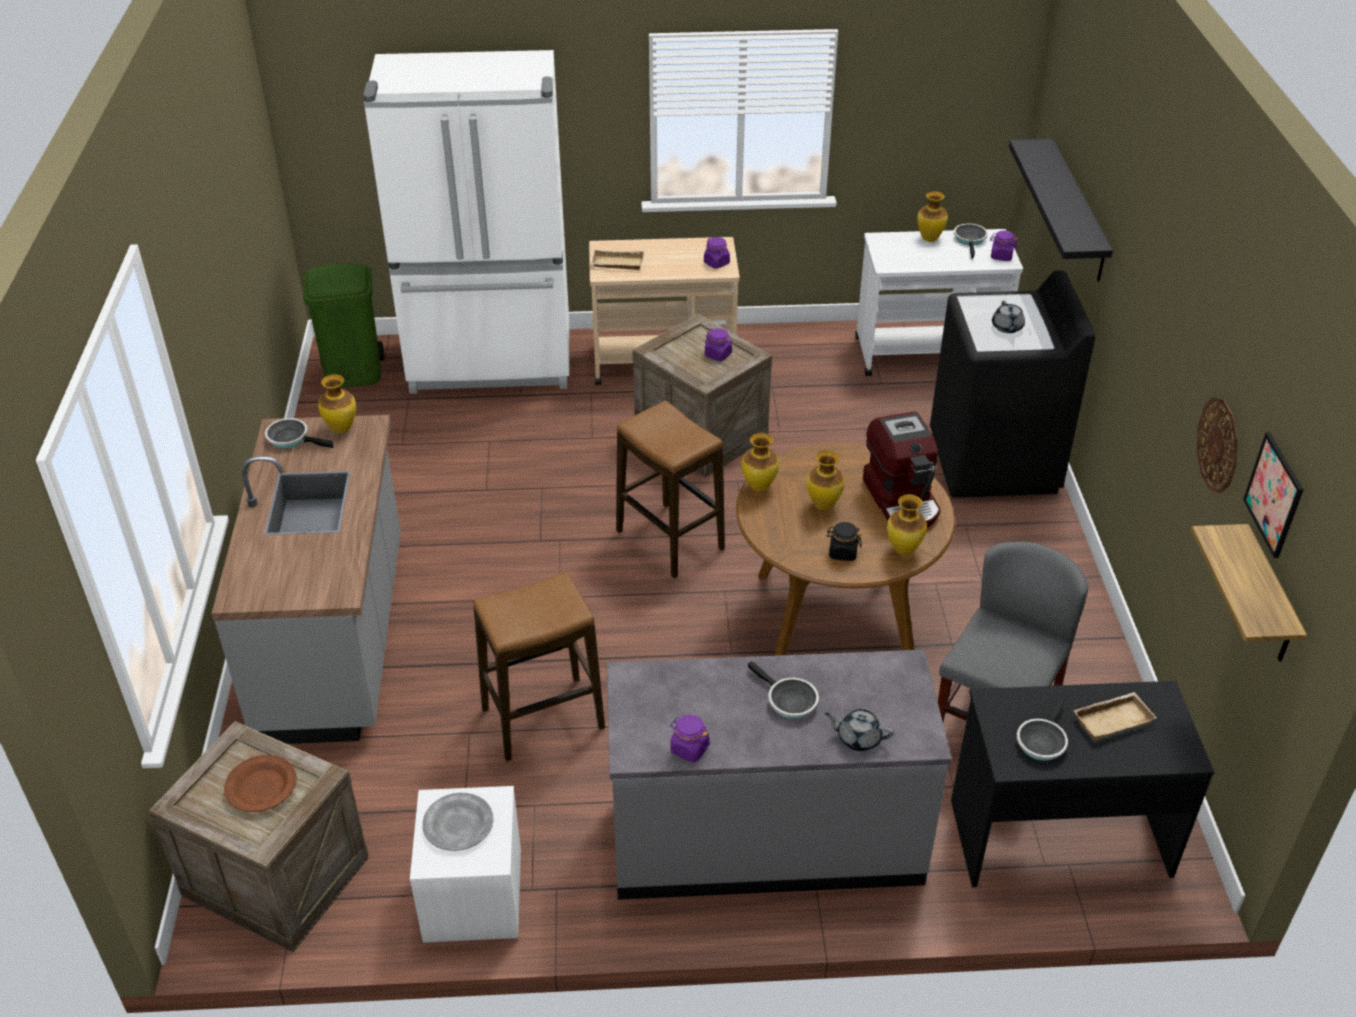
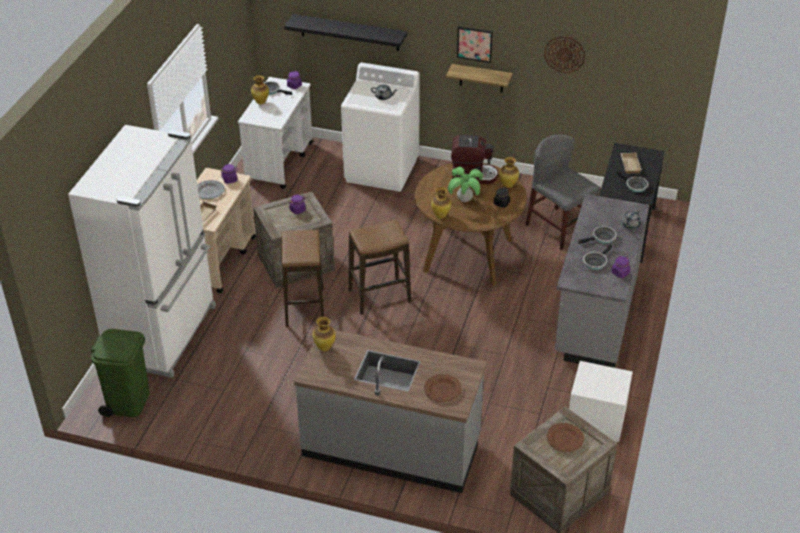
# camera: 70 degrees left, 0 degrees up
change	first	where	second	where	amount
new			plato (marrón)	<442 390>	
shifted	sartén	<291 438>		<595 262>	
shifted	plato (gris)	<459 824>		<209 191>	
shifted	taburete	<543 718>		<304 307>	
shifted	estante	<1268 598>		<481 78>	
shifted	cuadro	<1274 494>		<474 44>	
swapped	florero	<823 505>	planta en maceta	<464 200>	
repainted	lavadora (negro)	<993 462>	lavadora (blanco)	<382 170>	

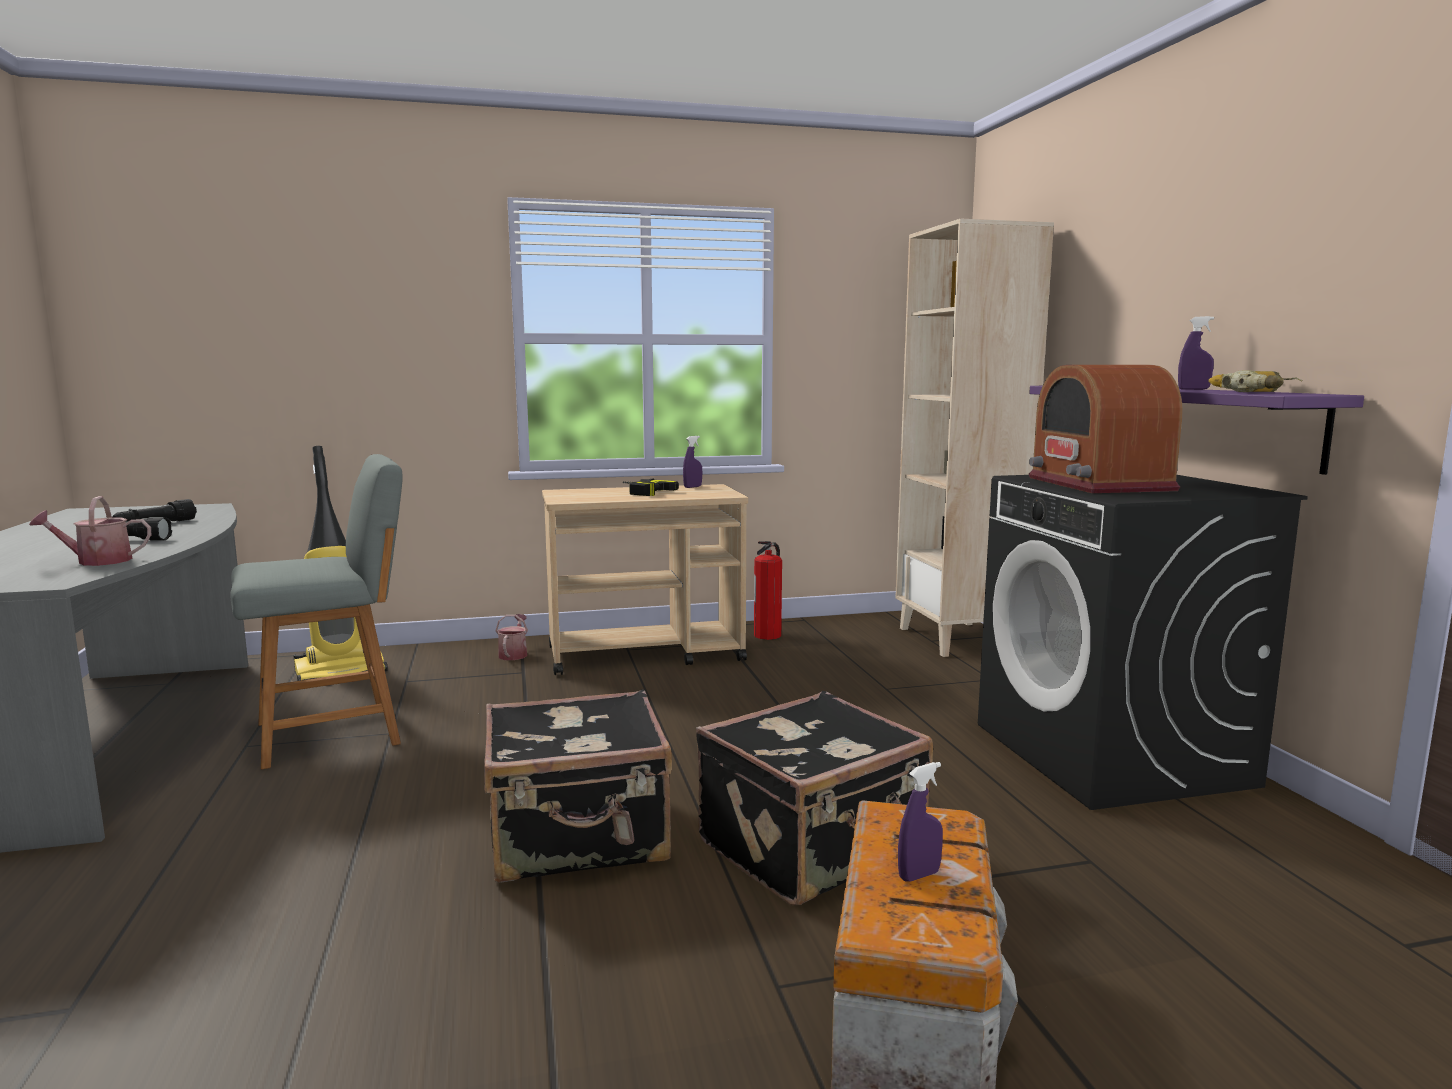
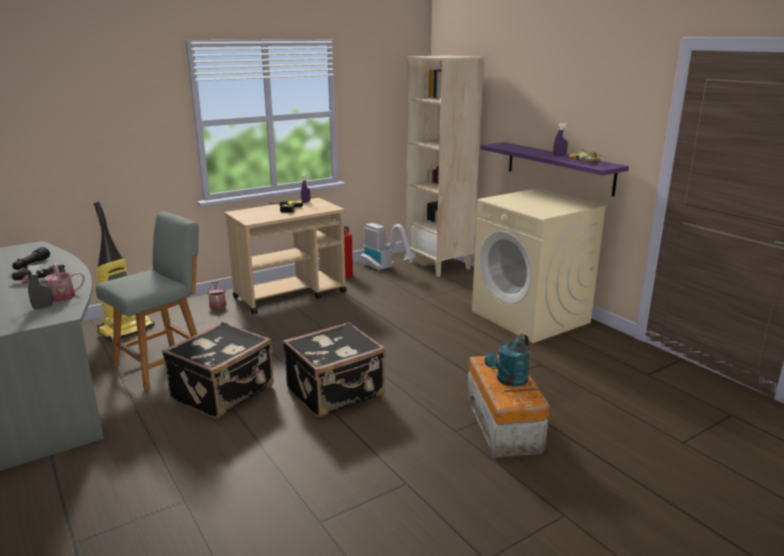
# camera: 20 degrees left, 10 degrees up
change	first	where	second	where	amount
gone	radio	<1098 484>			
new			pulverizador (gris)	<43 307>	
new			aspiradora	<385 269>	
shifted	maleta (negro)	<814 848>		<224 393>	
swapped	pulverizador (morado)	<919 875>	regadera (turquesa)	<509 381>	
repainted	lavadora (negro)	<1112 754>	lavadora (beis)	<531 317>	

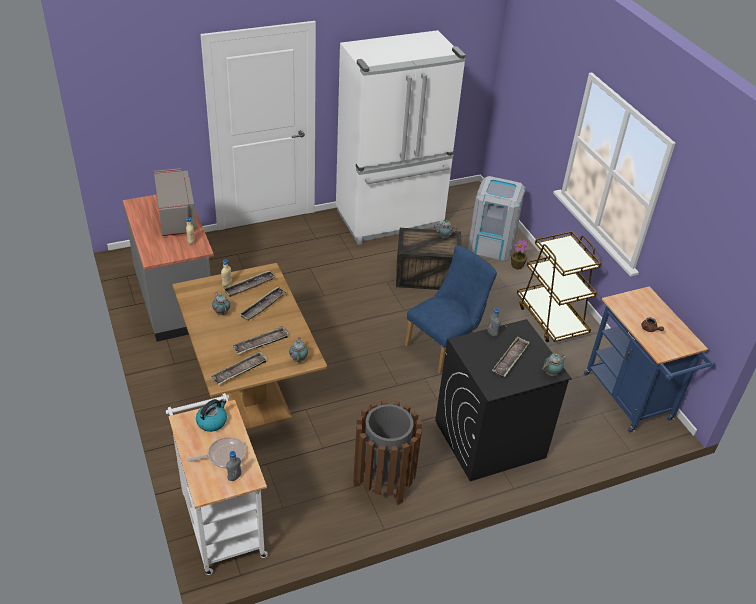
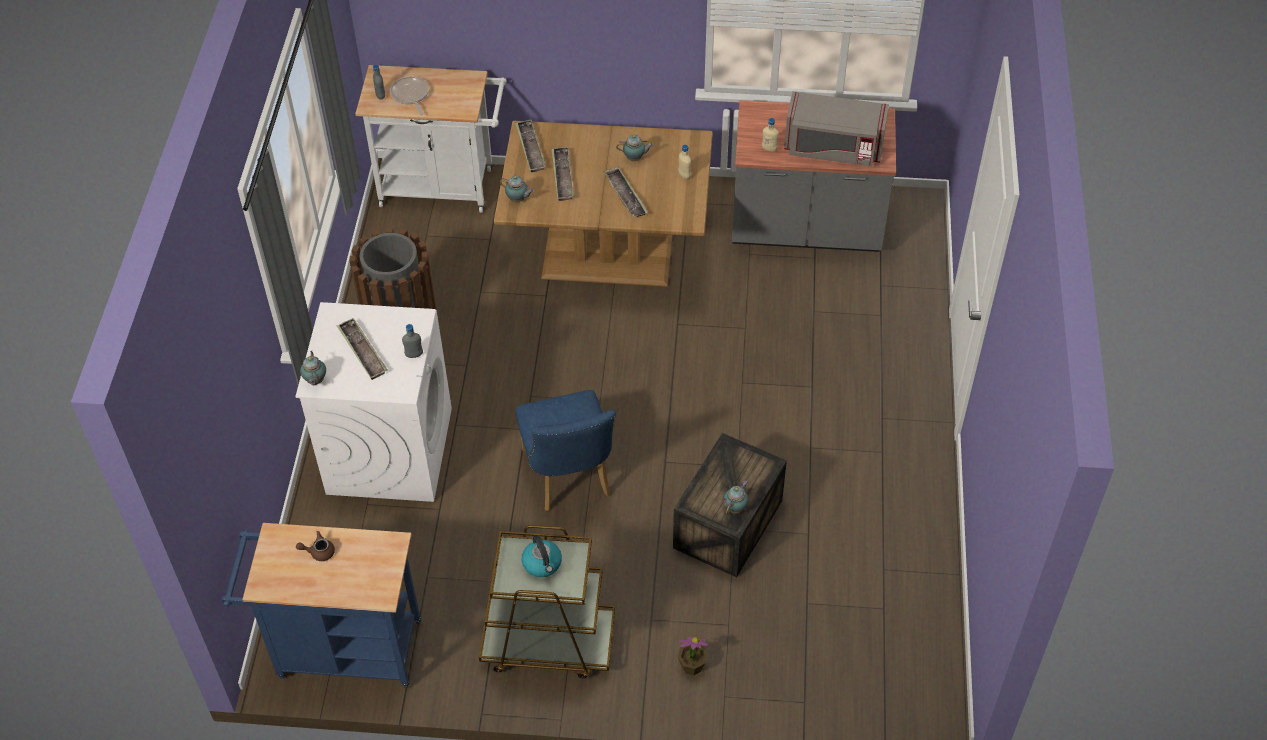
# camera: 120 degrees right, 10 degrees up
change	first	where	second	where	amount
gone	bandeja	<249 286>			
gone	nevera (blanco)	<391 220>			
gone	papelera (gris)	<491 244>			
shifted	hervidor	<212 421>		<542 564>	
repainted	lavadora (negro)	<489 439>	lavadora (blanco)	<389 450>	
rotated	sartén	<224 455>		<410 95>	150 degrees clockwise

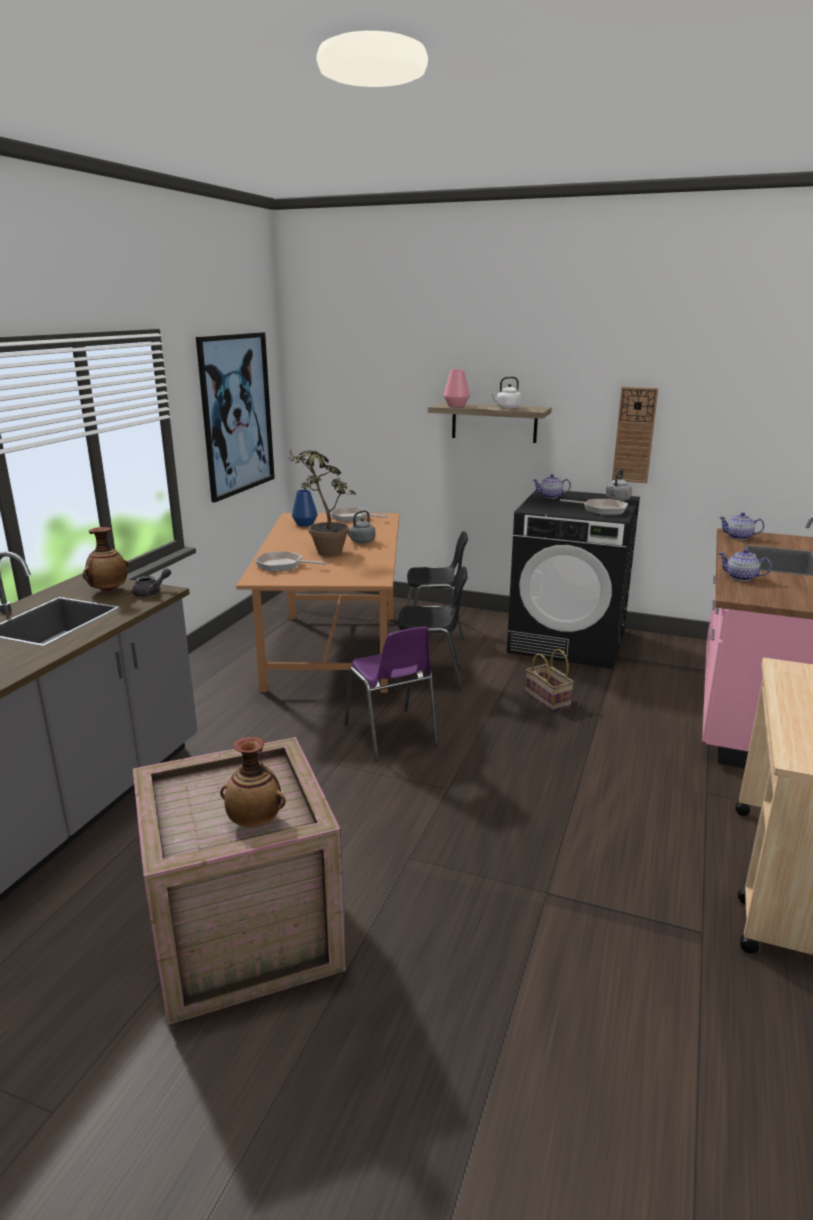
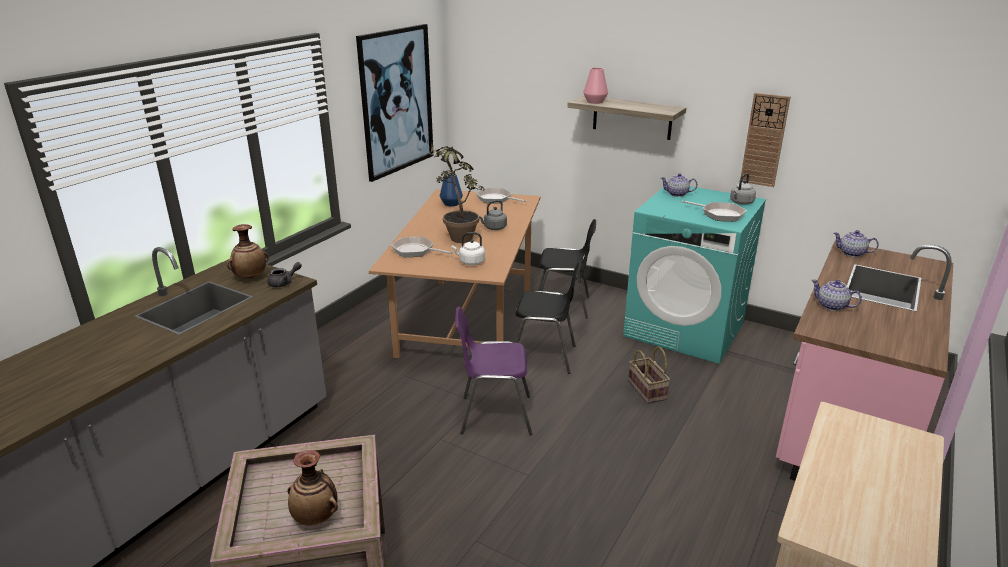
# camera: 10 degrees right, 5 degrees up
change	first	where	second	where	amount
shifted	hervidor (blanco)	<507 408>		<470 262>	
repainted	lavadora (negro)	<568 641>	lavadora (turquesa)	<685 329>	
rotated	silla (morado)	<391 736>		<494 415>	105 degrees clockwise

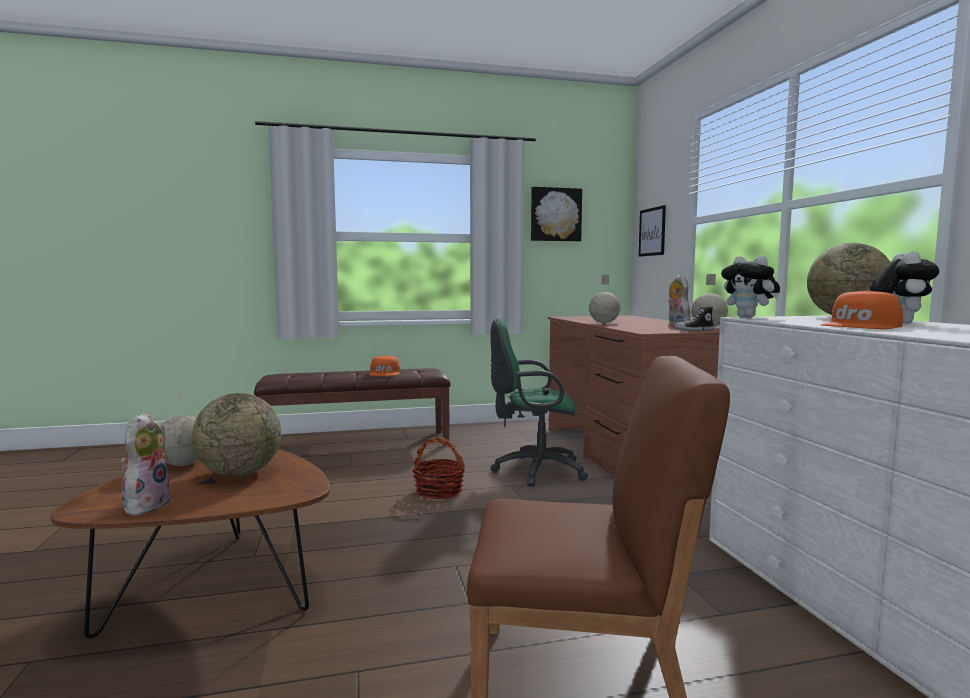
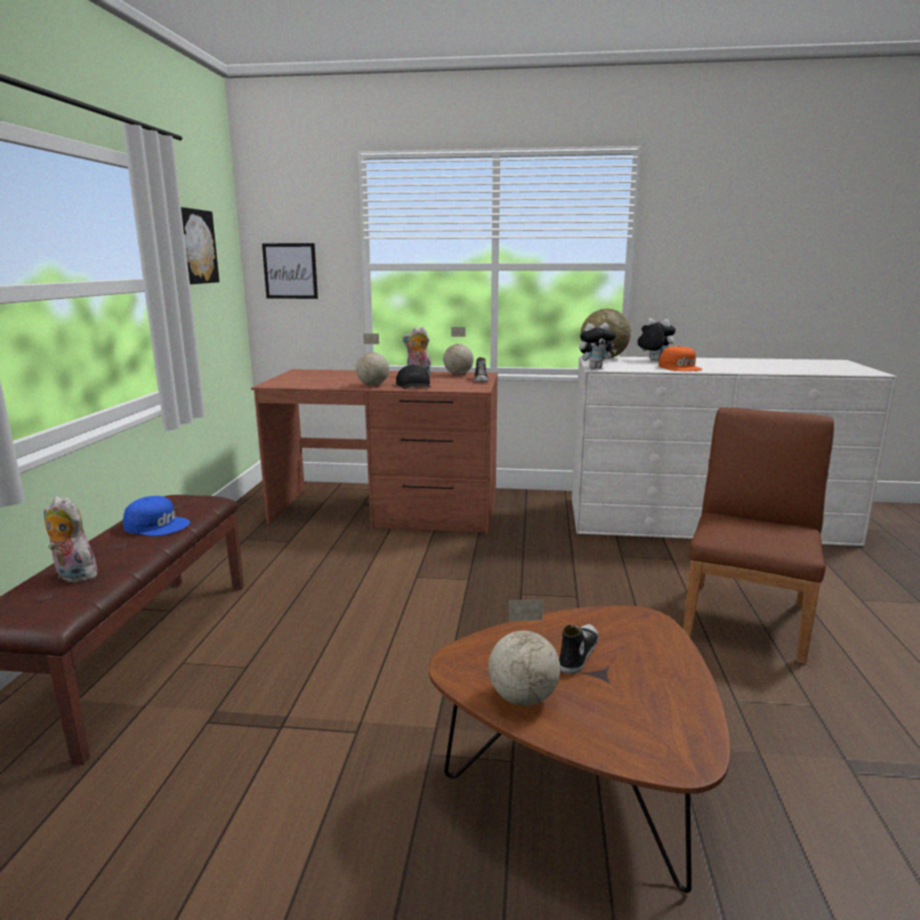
# camera: 70 degrees left, 10 degrees up
change	first	where	second	where	amount
gone	cesta	<439 491>			
gone	silla de oficina (verde)	<534 471>			
new			gorra (negro)	<414 385>	
shifted	peluche	<146 505>		<73 576>	
swapped	globo terráqueo	<239 473>	zapato	<577 654>	
repainted	gorra (naranja)	<385 373>	gorra (azul)	<157 525>	

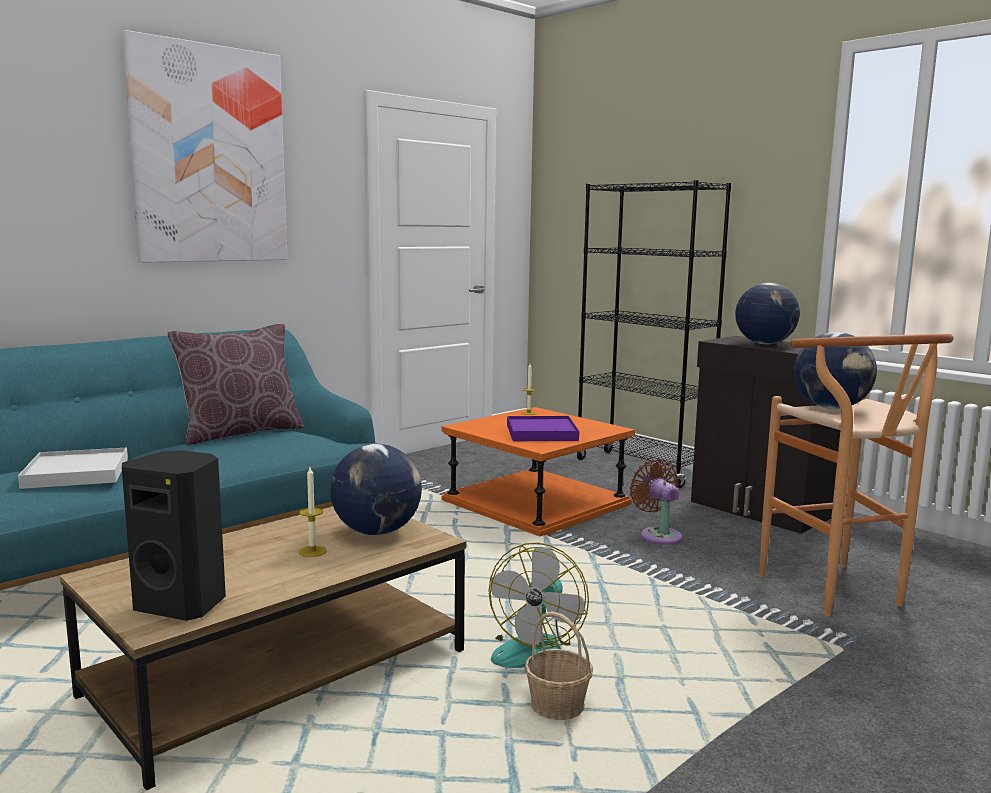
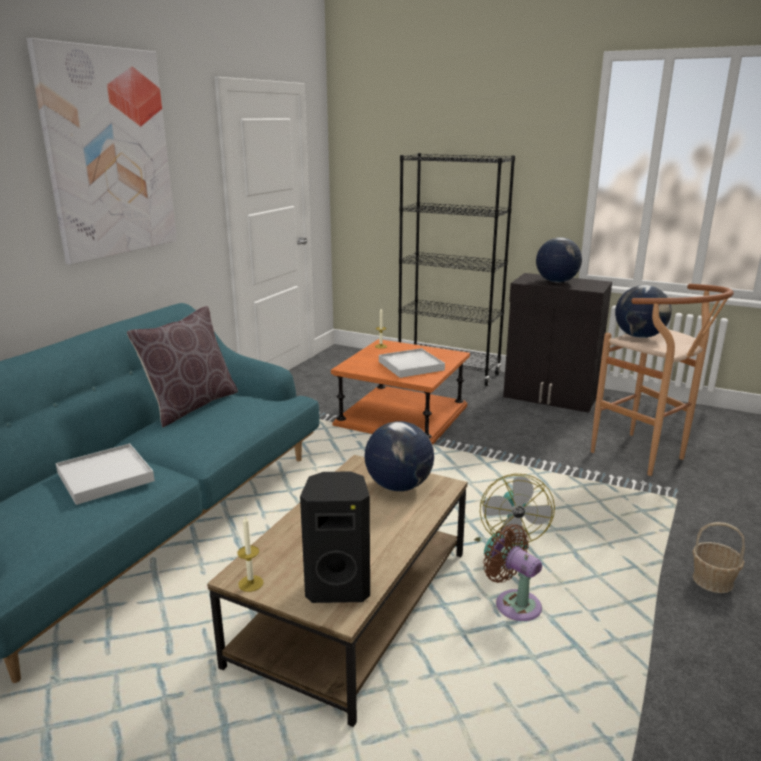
# camera: 20 degrees left, 10 degrees up
change	first	where	second	where	amount
shifted	vela	<312 551>		<251 583>	
shifted	cesta	<557 707>		<713 581>	
shifted	ventilador (marrón)	<658 535>		<514 603>	
repainted	bandeja (morado)	<541 433>	bandeja (blanco)	<411 366>	

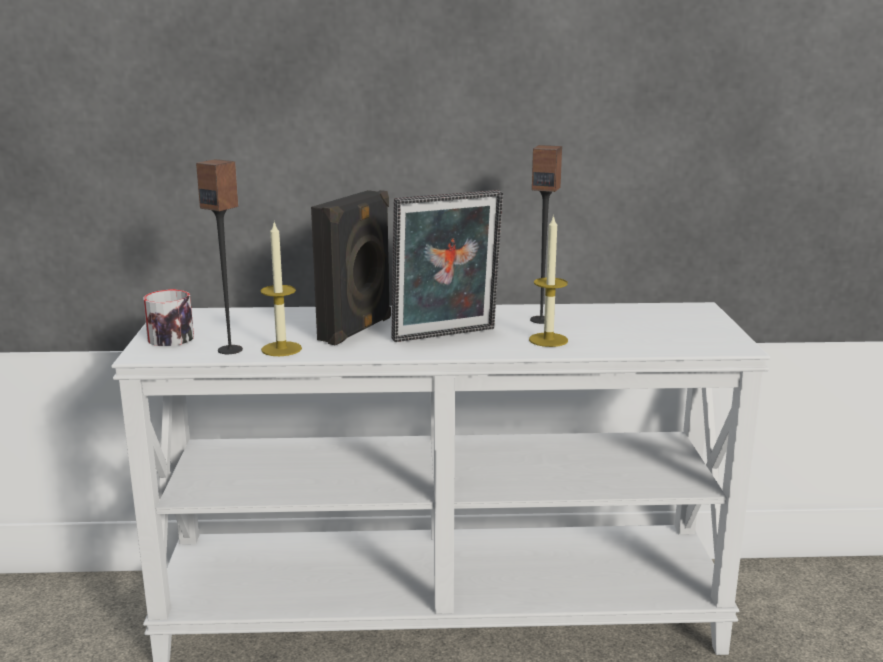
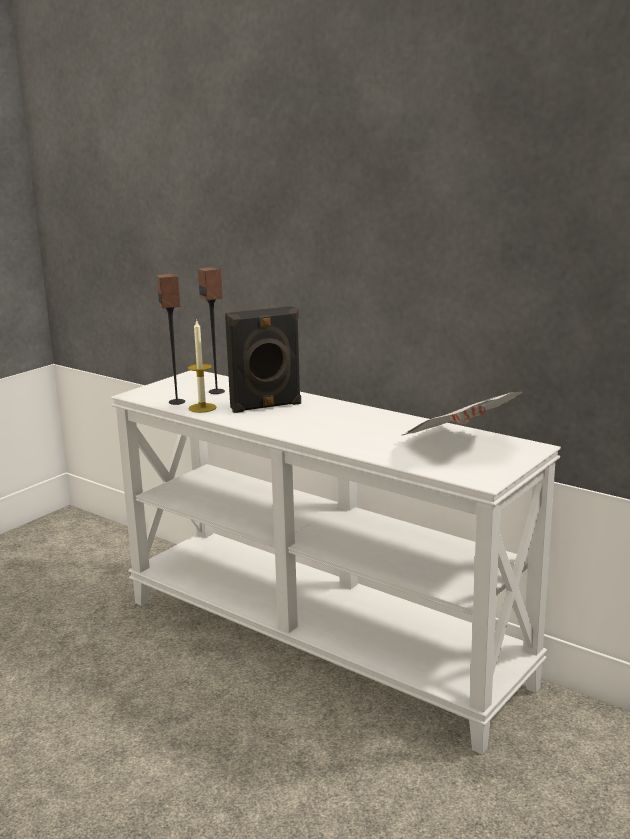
# camera: 40 degrees right, 0 degrees up
change	first	where	second	where	amount
gone	taza grande	<172 335>			
gone	portarretratos	<446 336>			
gone	vela	<548 340>			
new			periódico	<459 444>	
shifted	altavoz	<541 320>		<217 391>	

